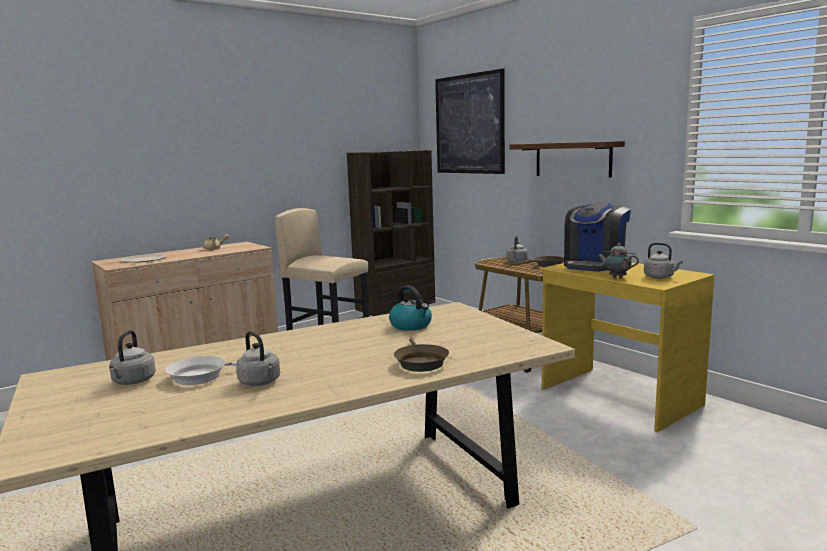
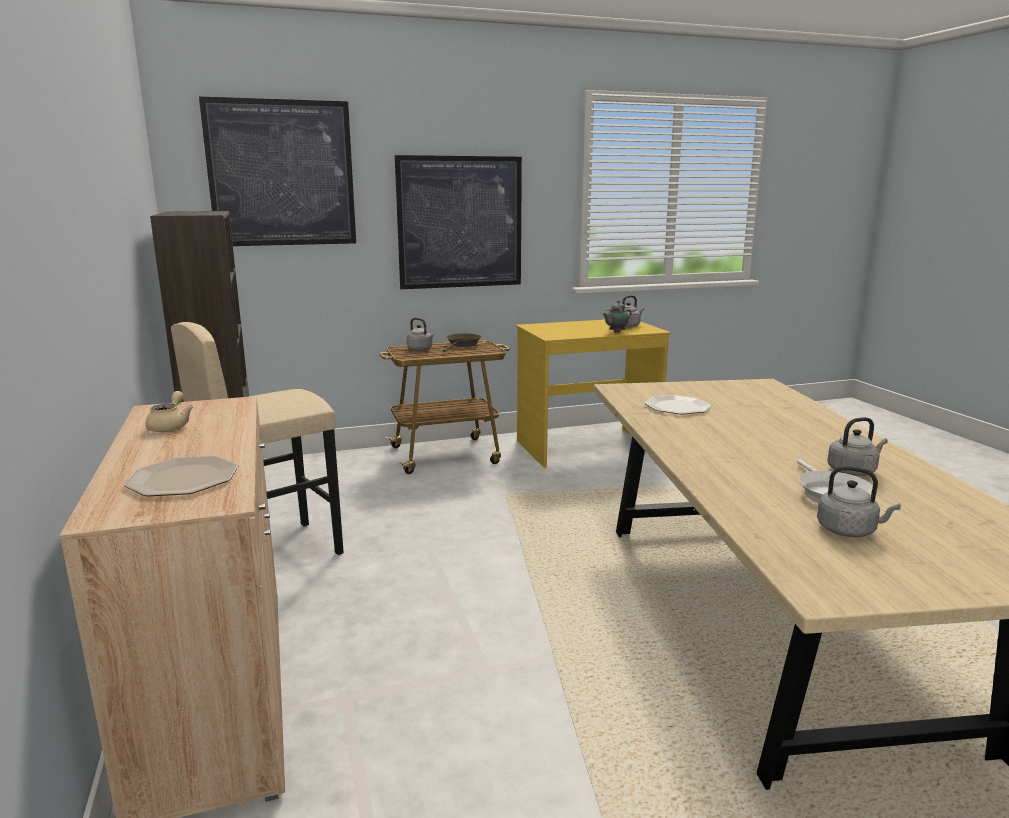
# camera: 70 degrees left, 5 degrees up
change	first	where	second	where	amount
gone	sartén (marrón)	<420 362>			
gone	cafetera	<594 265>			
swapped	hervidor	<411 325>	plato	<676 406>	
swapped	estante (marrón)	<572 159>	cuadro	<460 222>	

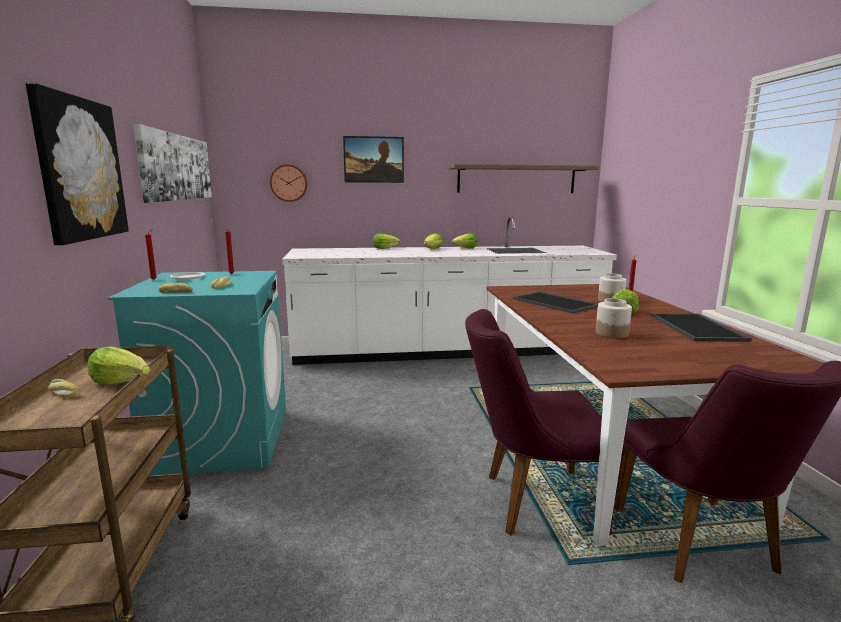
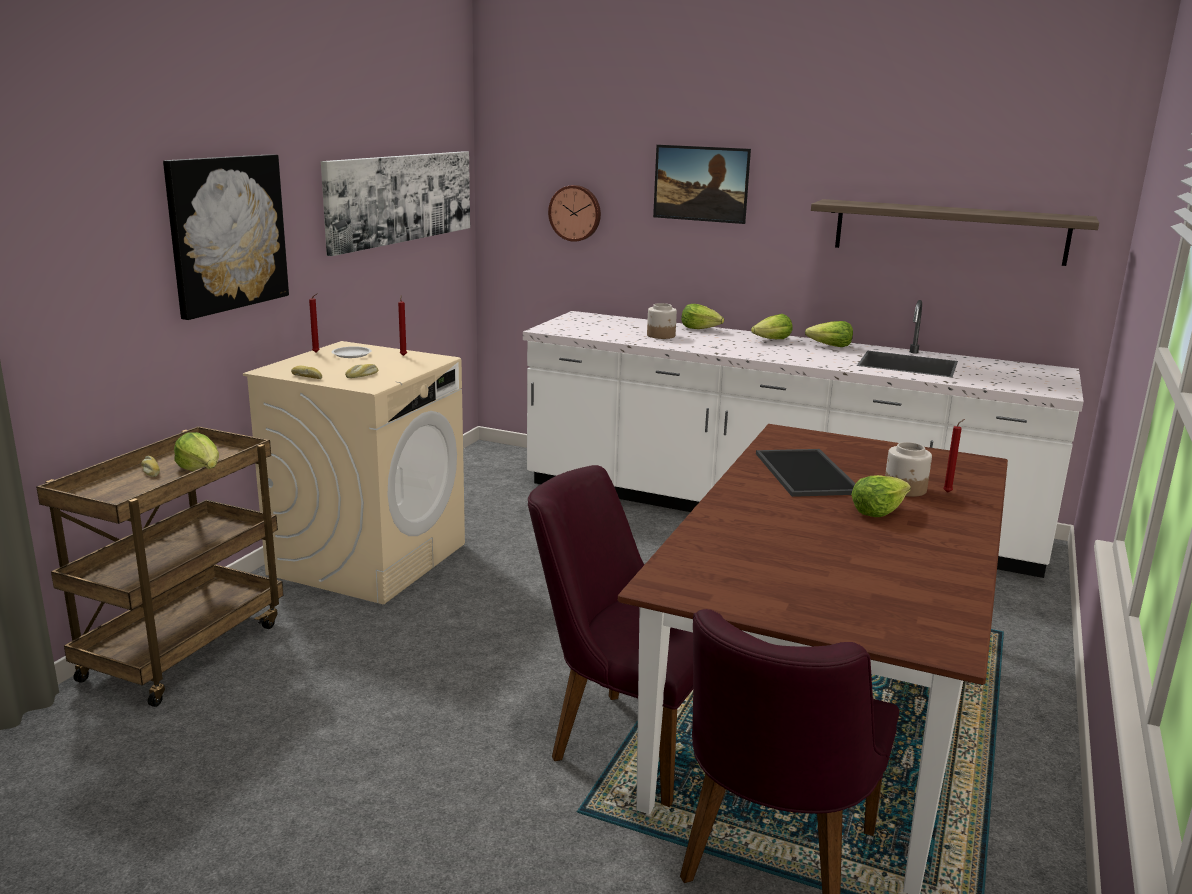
# camera: 30 degrees right, 5 degrees up
change	first	where	second	where	amount
gone	bandeja	<698 328>			
shifted	tarro	<612 333>		<661 335>	
repainted	lavadora (turquesa)	<222 439>	lavadora (beis)	<369 558>	

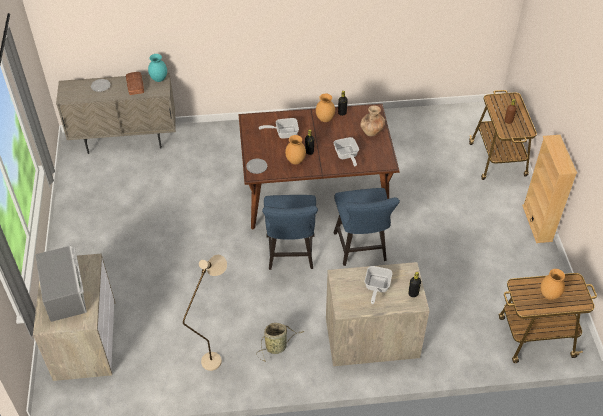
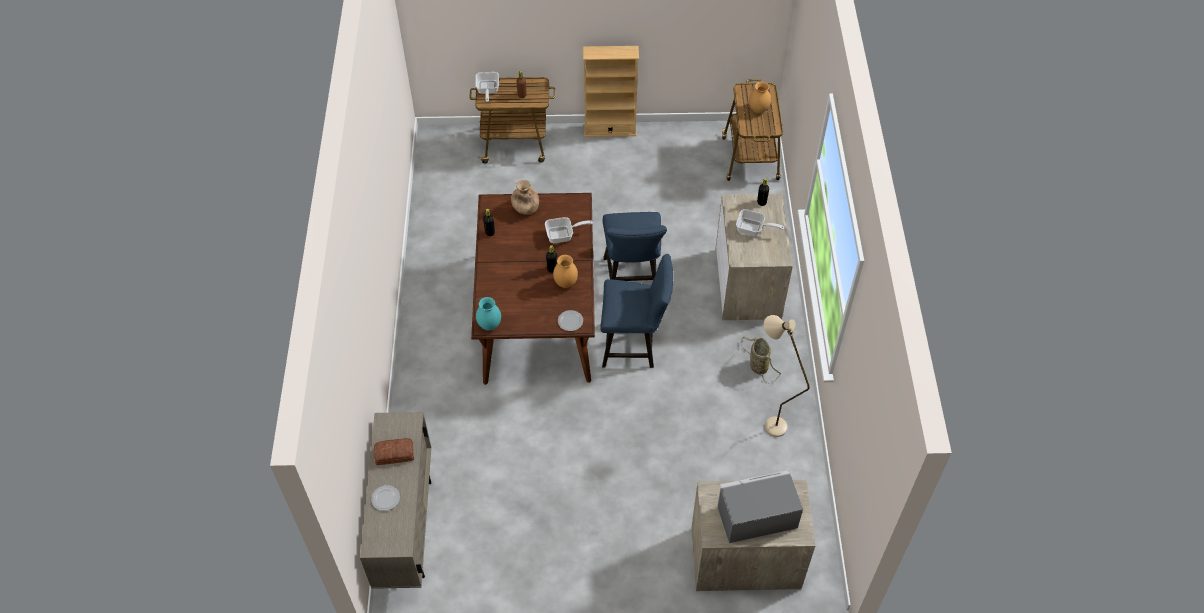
# camera: 85 degrees left, 5 degrees up
change	first	where	second	where	amount
gone	florero (marrón)	<325 119>			
shifted	florero (turquesa)	<159 79>		<489 325>	
shifted	sartén	<283 133>		<487 91>	
rotated	silla (azul)	<361 250>		<632 279>	90 degrees clockwise

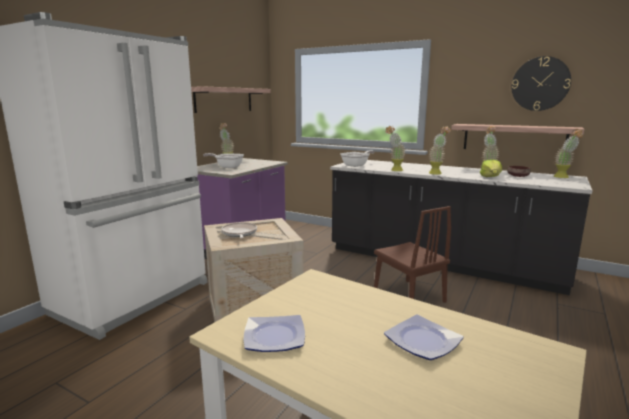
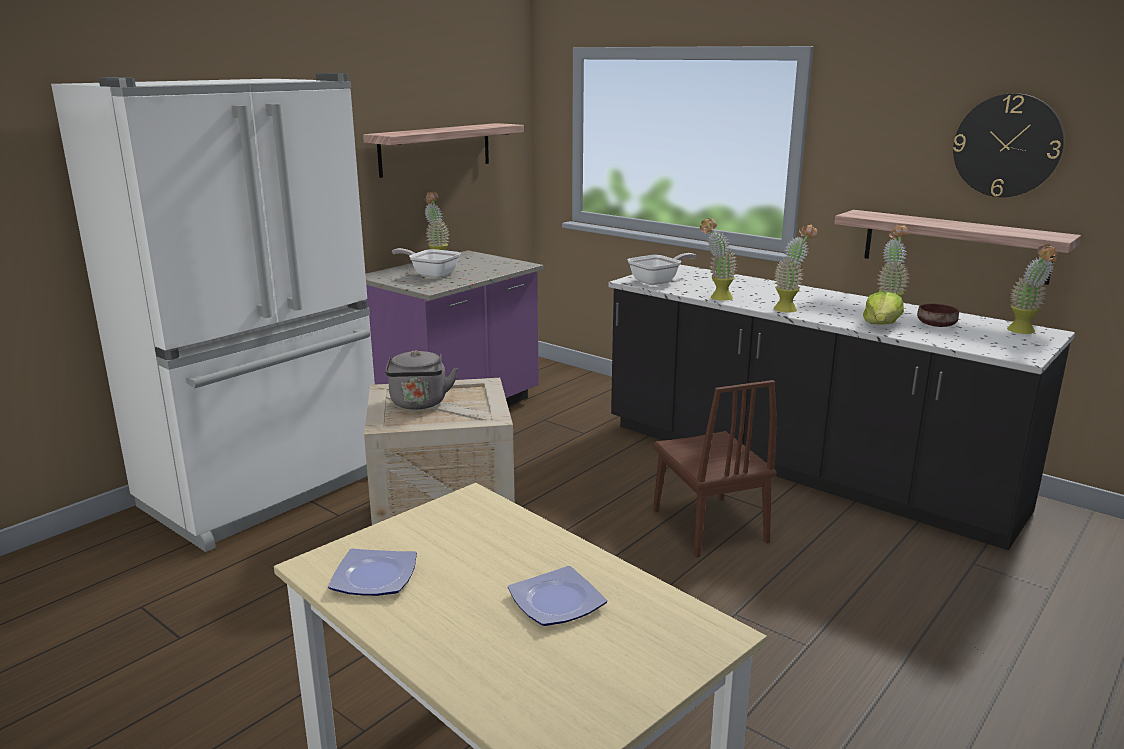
# camera: 10 degrees right, 5 degrees up
change	first	where	second	where	amount
swapped	sartén	<239 233>	hervidor (gris)	<419 404>	

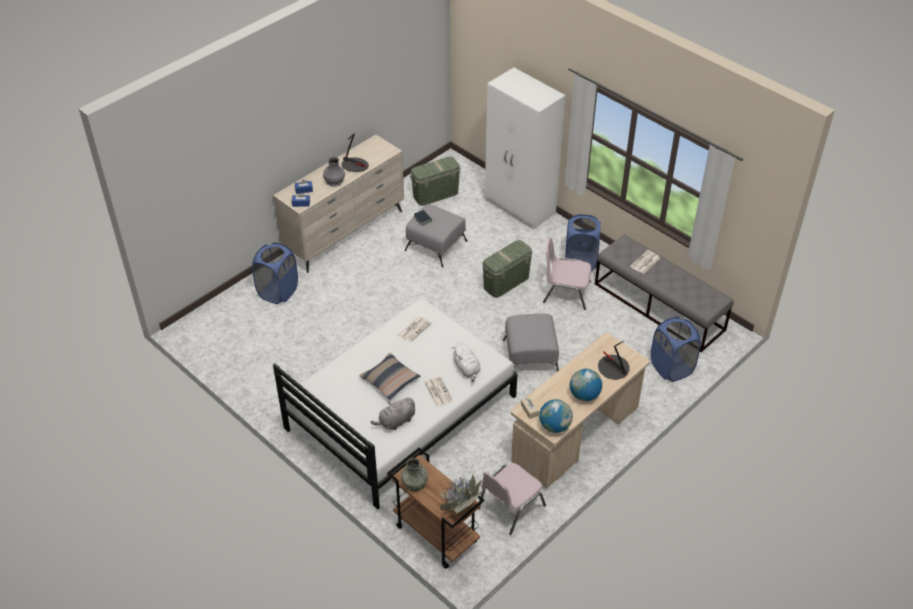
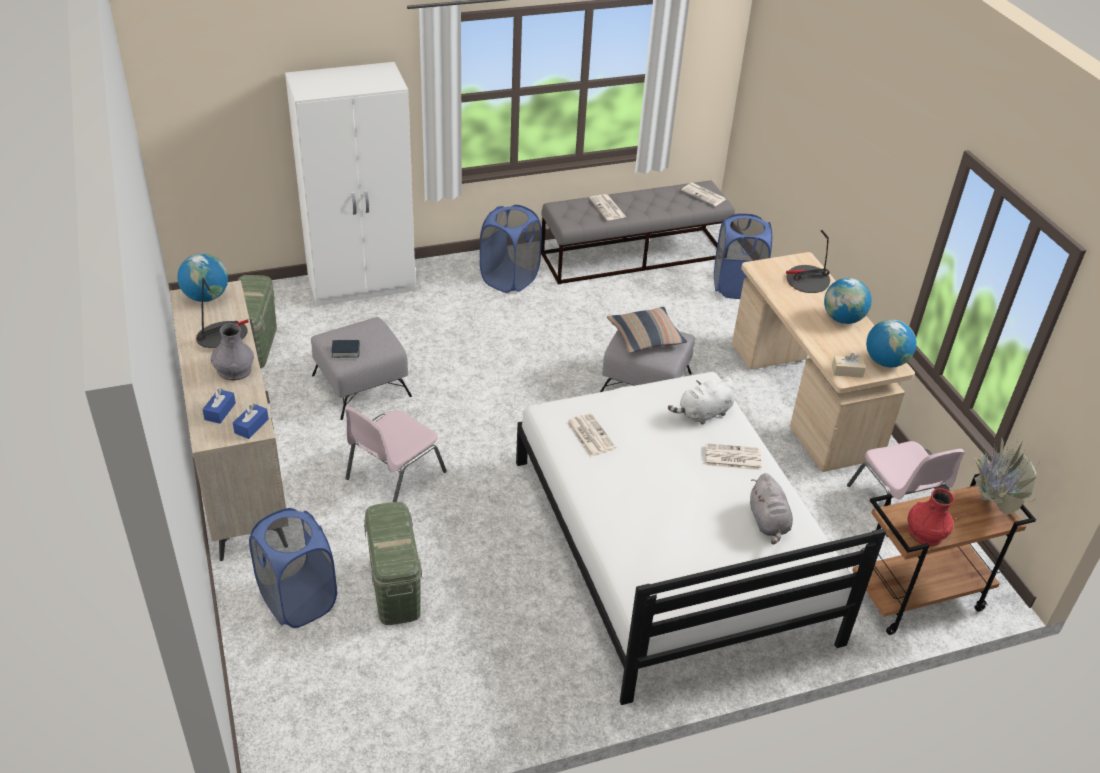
# camera: 65 degrees left, 5 degrees down
change	first	where	second	where	amount
new			globo terráqueo	<206 297>	
new			periódico	<704 195>	
shifted	cojín	<390 380>		<645 337>	
shifted	caja de almacenaje (verde)	<506 282>		<395 587>	
shifted	silla (rosa)	<565 292>		<393 475>	
repainted	florero (gris)	<414 482>	florero (rojo)	<925 532>	
rotated	peluche (blanco)	<467 369>		<703 414>	150 degrees clockwise

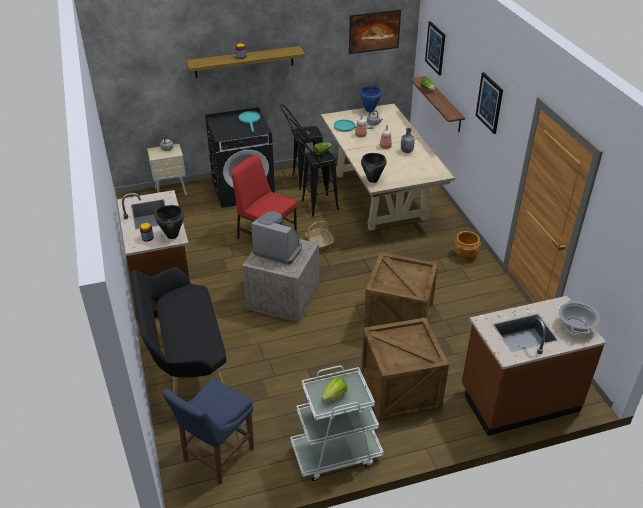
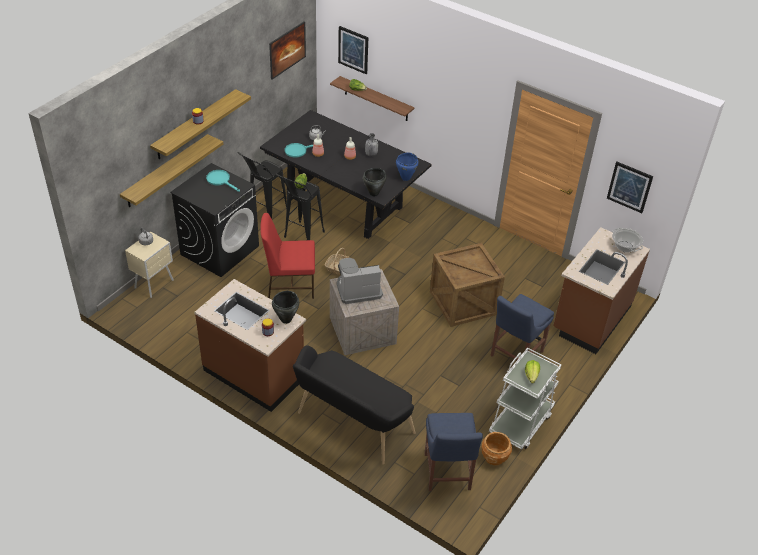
# camera: 40 degrees left, 5 degrees up
change	first	where	second	where	amount
new			estante	<166 171>	
shifted	olla (azul)	<369 110>		<405 178>	
shifted	maceta (marrón)	<465 255>		<494 457>	
shifted	cuadro	<489 103>		<629 187>	
swapped	caja de embalaje	<399 389>	silla (azul)	<515 354>	
repainted	mesa de comedor (beis)	<379 196>	mesa de comedor (negro)	<343 203>	

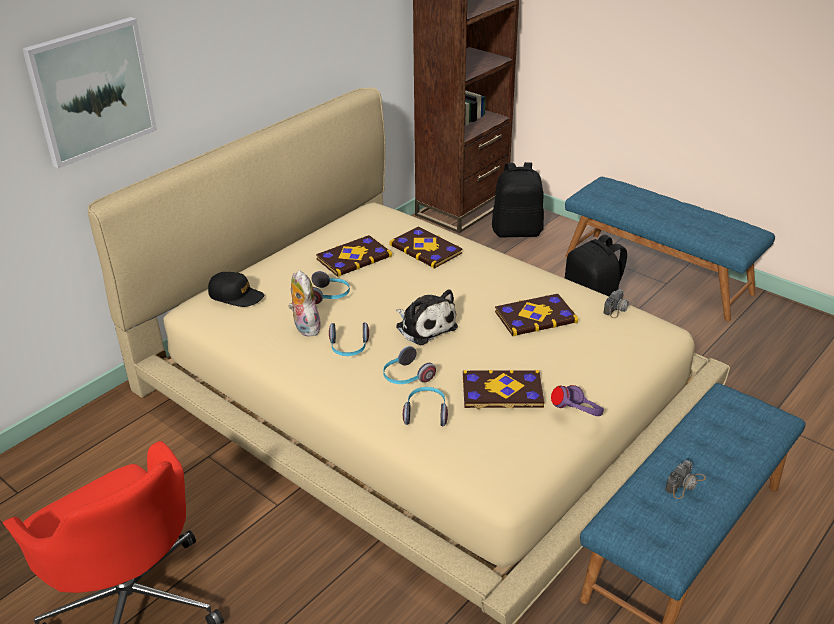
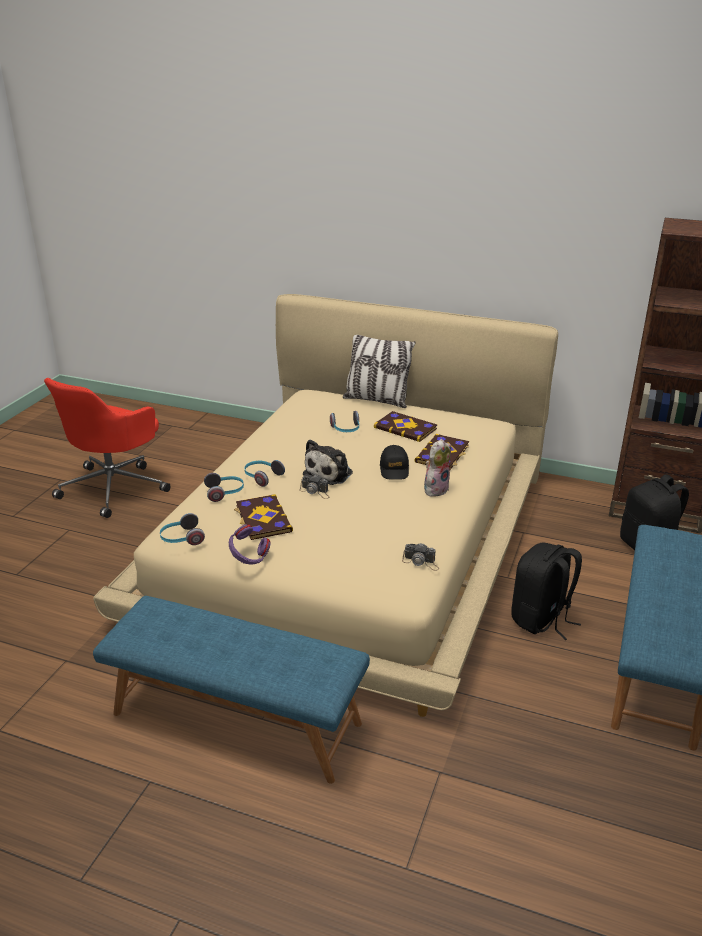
# camera: 70 degrees right, 5 degrees down
change	first	where	second	where	amount
gone	cuadro	<92 91>			
gone	libro	<535 316>			
new			cojín	<377 400>	
shifted	gorra (negro)	<236 296>		<394 469>	
shifted	peluche	<304 327>		<435 489>	
shifted	auriculares	<349 348>		<181 539>	
shifted	cámara	<685 484>		<315 491>	

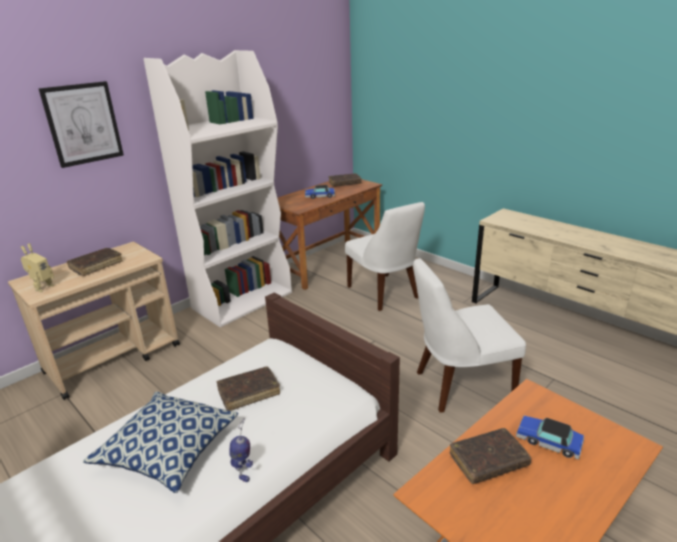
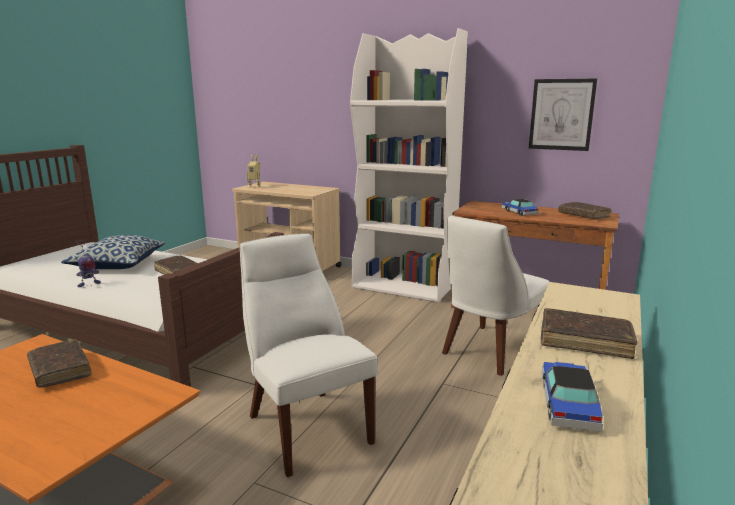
# camera: 70 degrees right, 10 degrees down
change	first	where	second	where	amount
shifted	cuadro	<83 124>		<561 114>	
shifted	libro (marrón)	<96 265>		<585 341>	
shifted	coche de juguete	<548 441>		<568 403>	

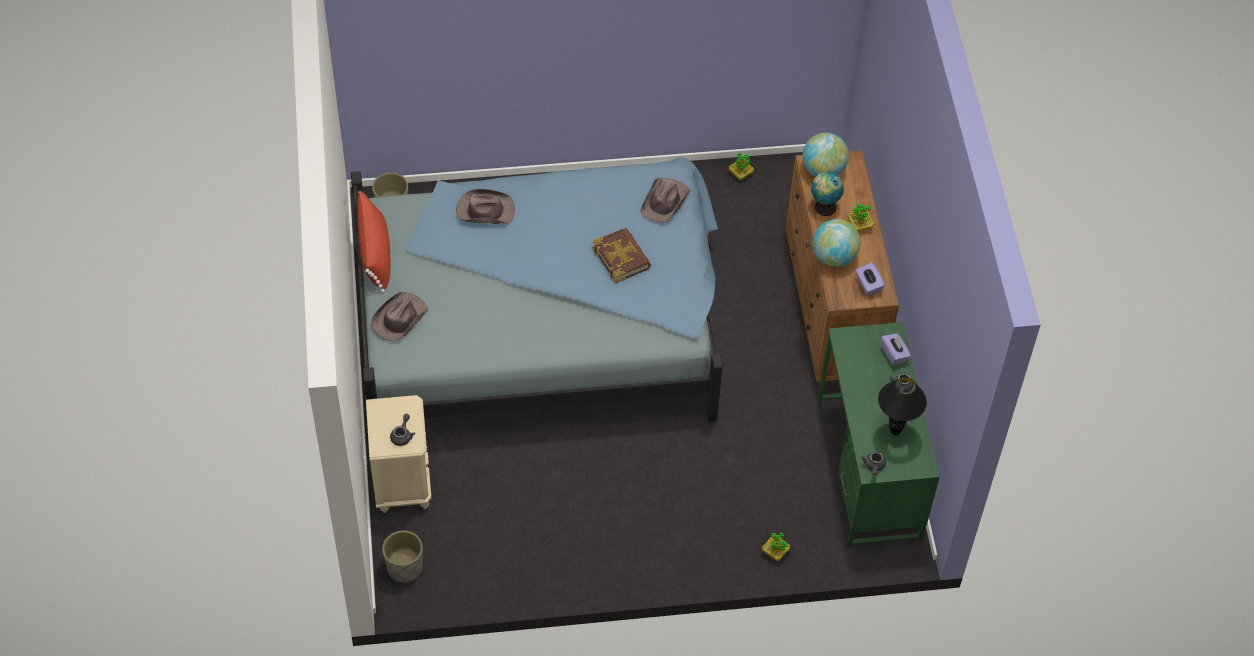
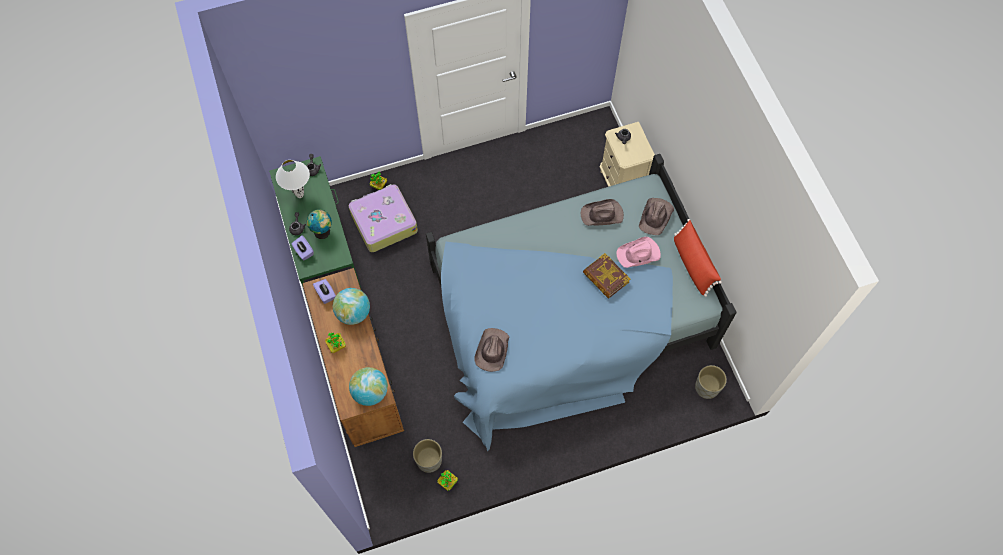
# camera: 170 degrees right, 10 degrees up
change	first	where	second	where	amount
new			maleta	<383 222>	
new			sombrero (rosa)	<639 254>	
shifted	maceta (gris)	<404 567>		<429 460>	
shifted	sombrero (marrón)	<485 210>		<602 215>	
shifted	libro	<621 257>		<605 278>	
shifted	globo terráqueo	<824 207>		<323 232>	
repainted	lámpara de mesa (negro)	<895 431>	lámpara de mesa (blanco)	<299 195>	

